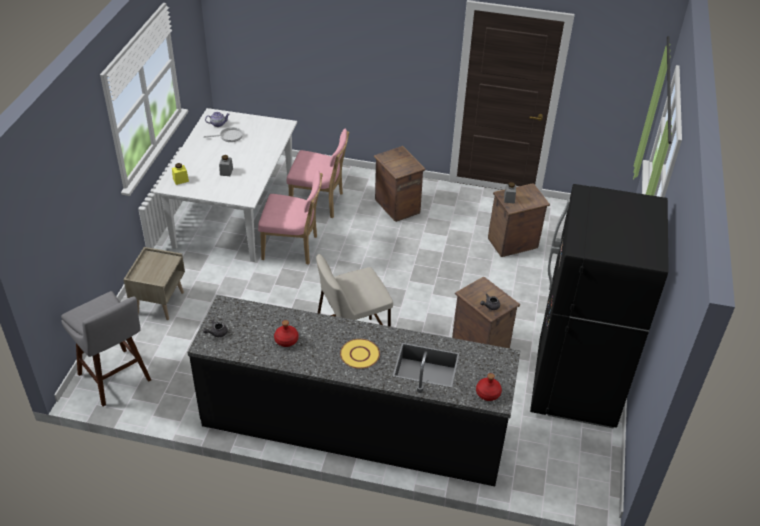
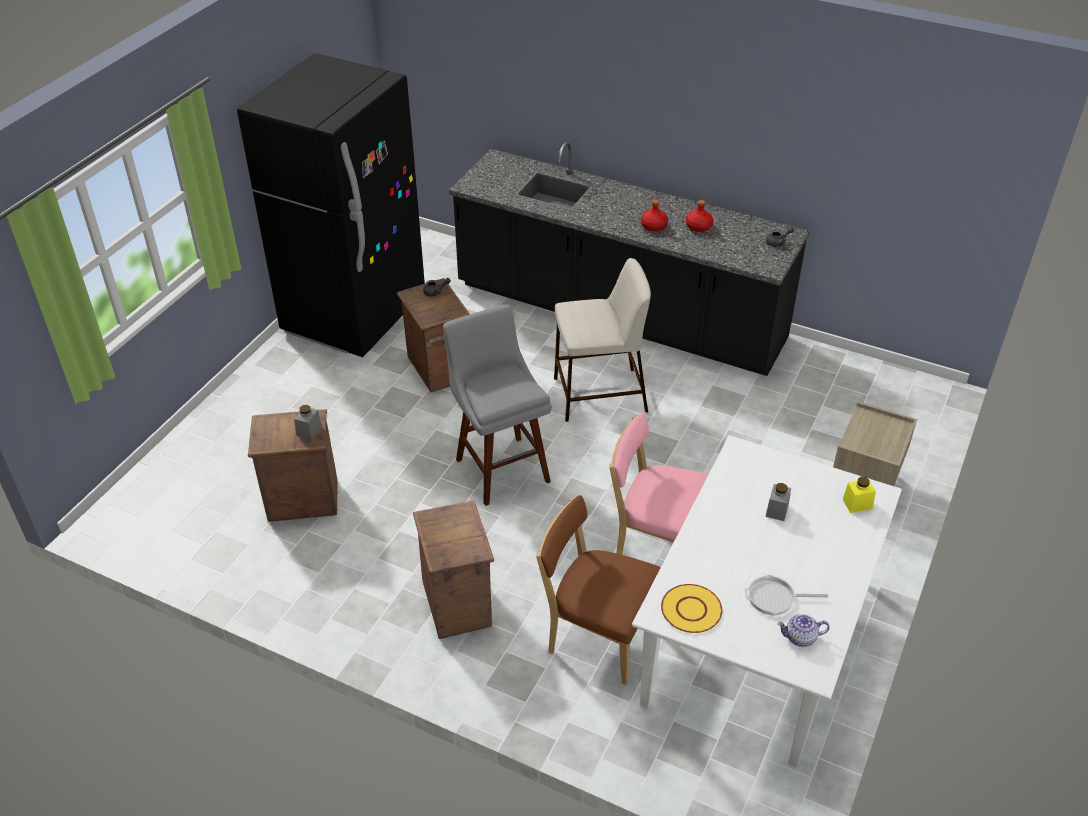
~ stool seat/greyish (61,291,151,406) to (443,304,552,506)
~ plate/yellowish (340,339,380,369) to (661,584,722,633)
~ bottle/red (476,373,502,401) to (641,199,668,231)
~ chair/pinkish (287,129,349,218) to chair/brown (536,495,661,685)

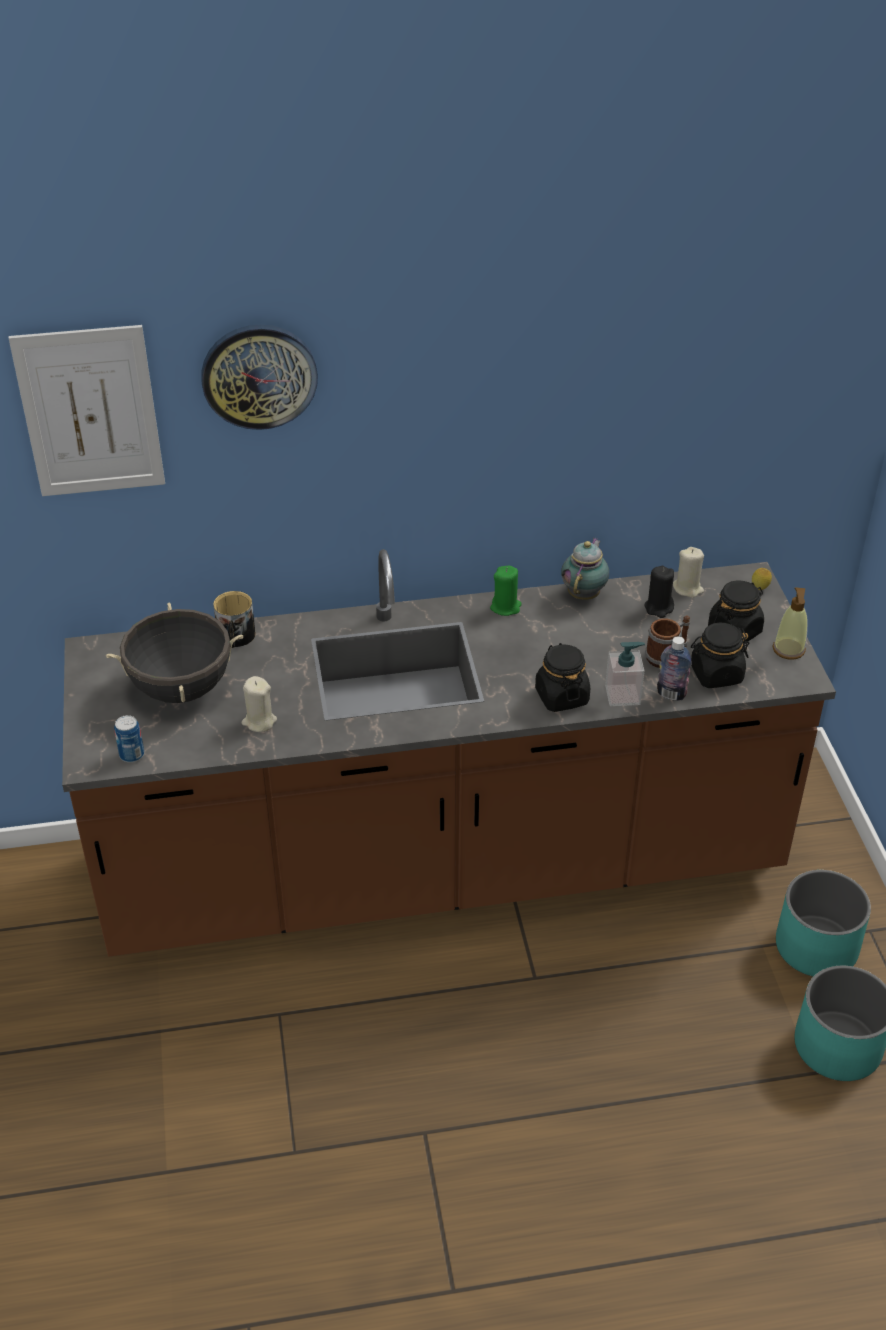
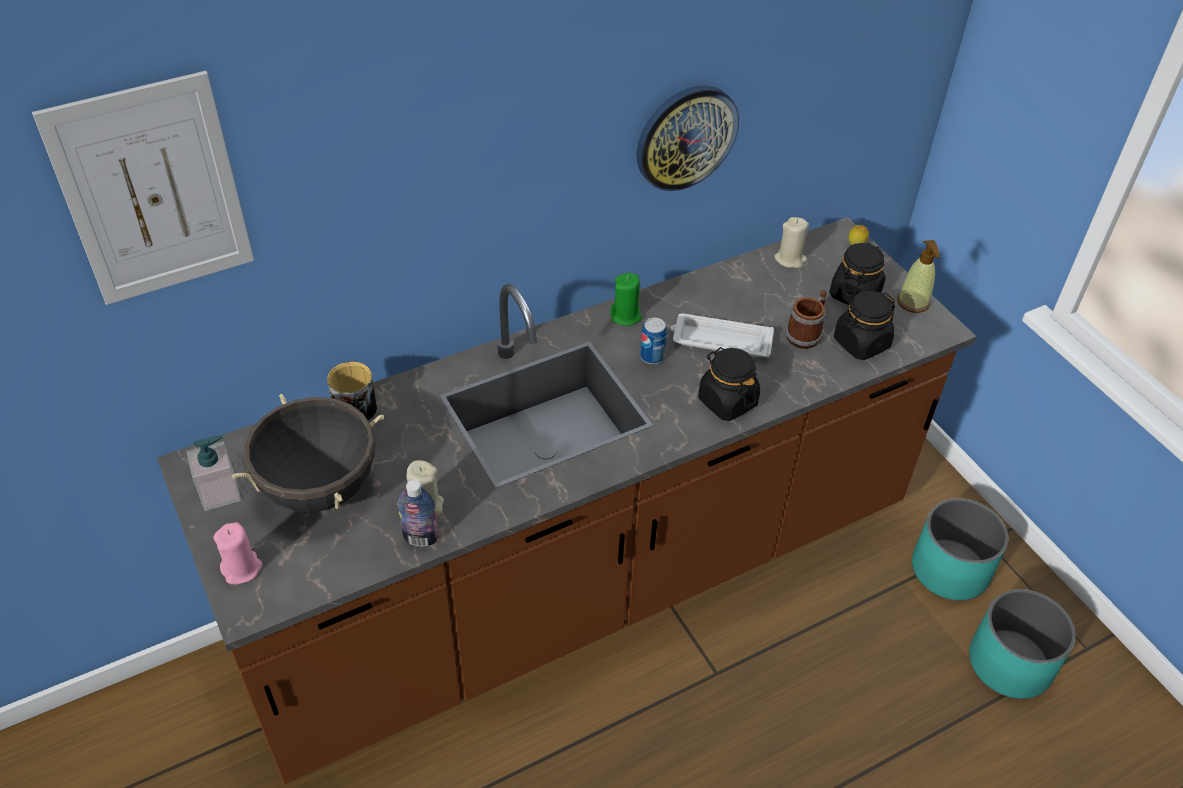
- tea pot (561,538,609,600)
- wax candle/black (644,566,674,618)
+ wax candle/pinkish (214,522,263,584)
+ tray/whitish (670,313,774,357)
~ sealed can (114,715,144,762) to (640,318,667,364)
~ clock on the wall (201,324,318,430) to (637,85,739,191)
~ soap bottle (605,642,645,706) to (187,436,241,511)
~ bottle (657,636,692,701) to (397,480,439,547)

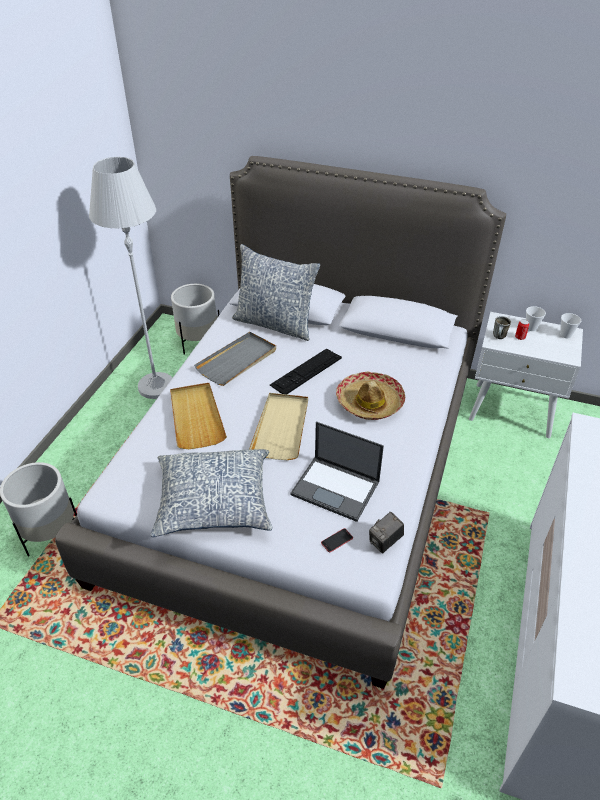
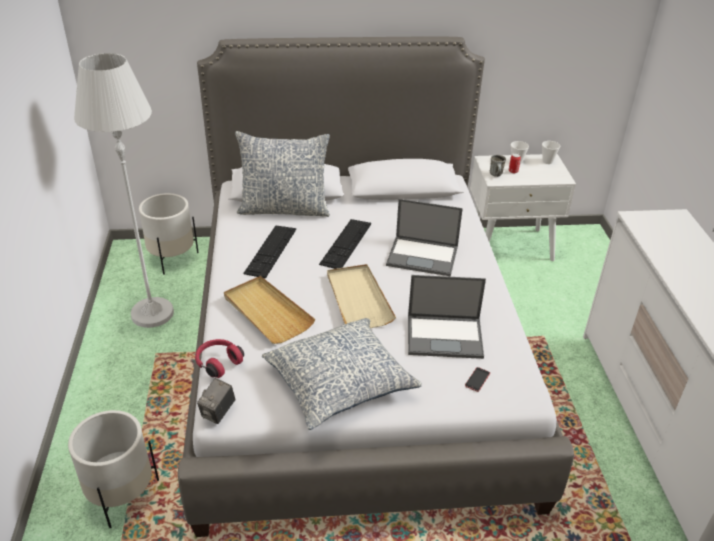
+ pair of headphones/red (195,339,244,378)
~ photo camera (369,512,404,553) to (197,378,235,424)
~ tray/greyish (194,332,276,386) to PC keyboard (243,226,296,279)
~ clothing hat (336,372,405,420) to notebook computer (386,199,463,277)

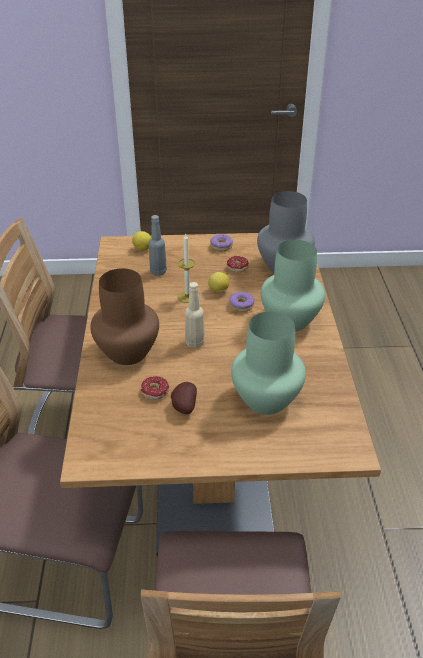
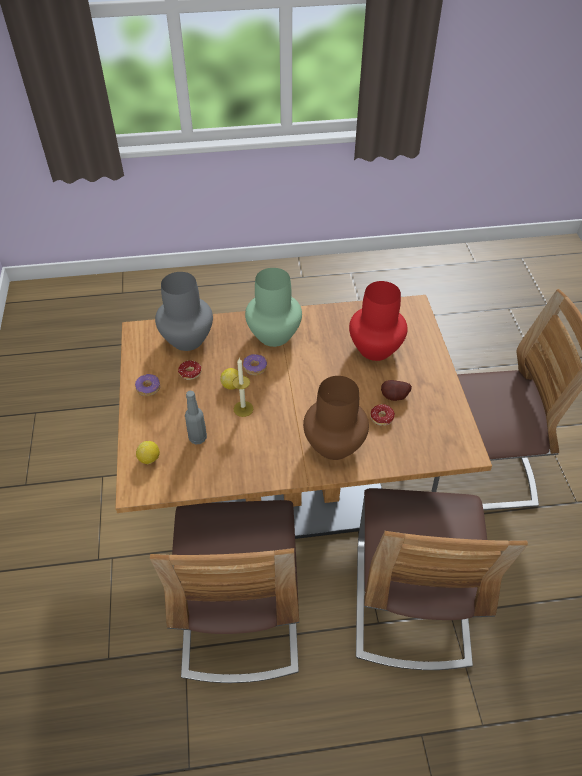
- bottle/sand-coloured (185,282,205,348)
~ vase/greenish (231,312,306,415) to vase/red (349,281,408,361)

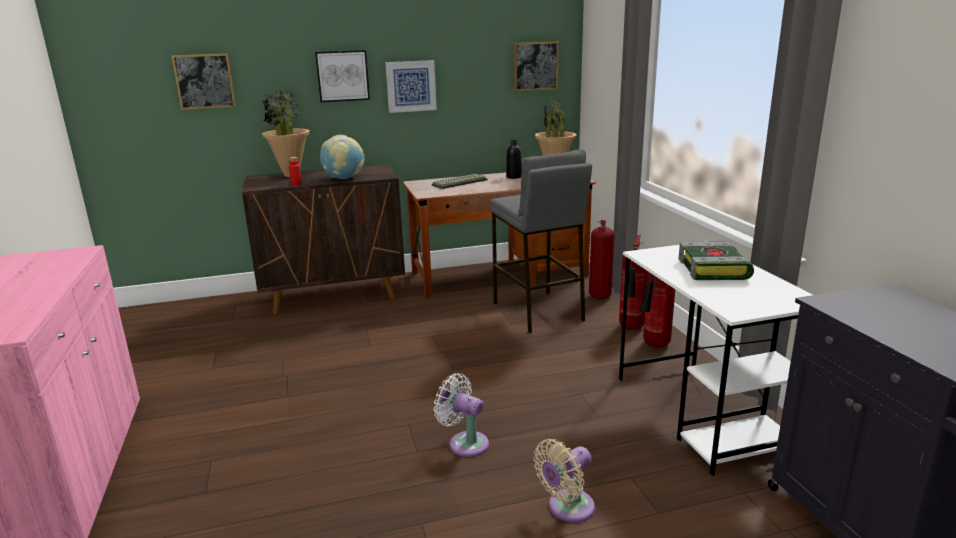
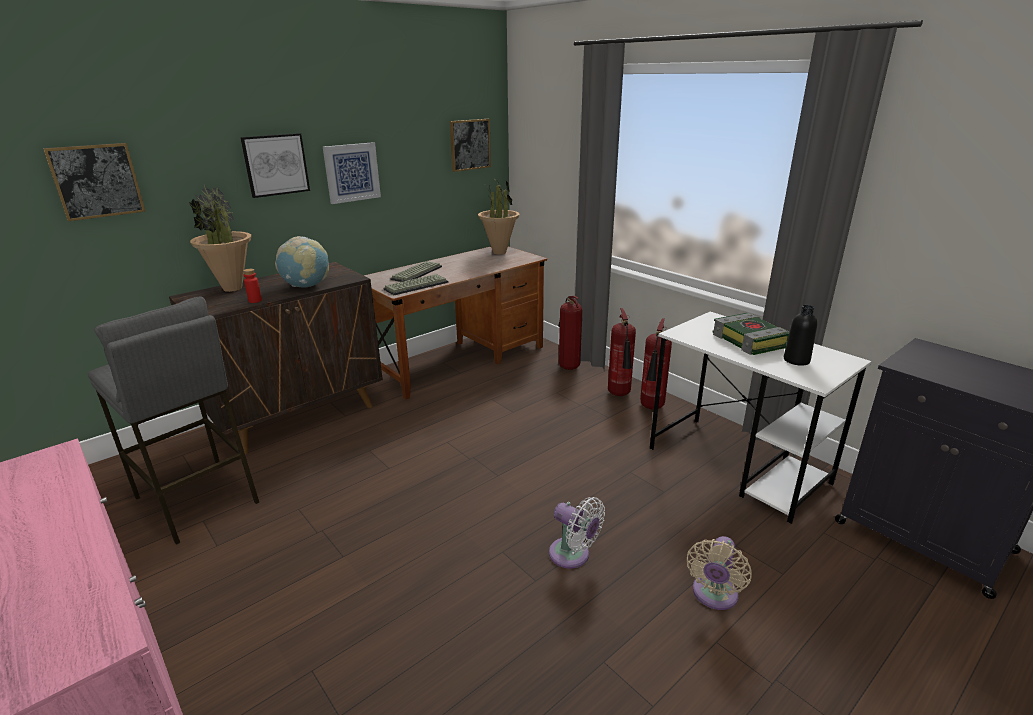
+ PC keyboard (384,274,449,295)
~ stool seat/greyish (490,149,592,333) to (88,297,259,545)
~ bottle/black (506,140,522,179) to (784,305,817,366)
~ electric fan/whitish (434,373,489,457) = (549,497,605,569) 150 degrees counterclockwise

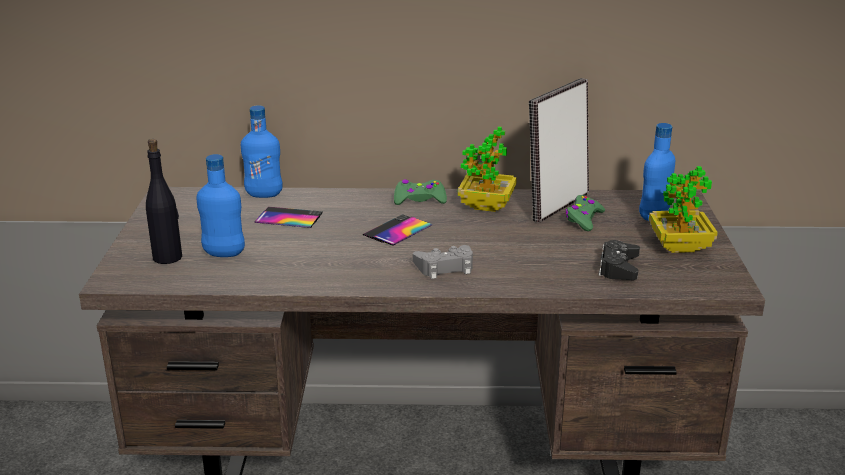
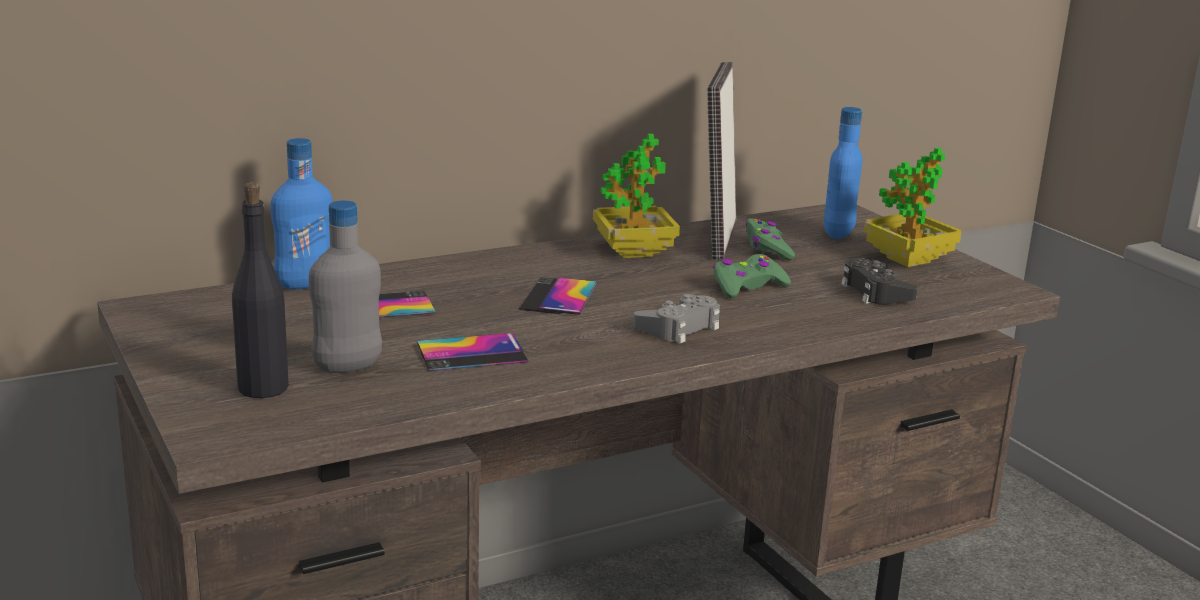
+ telephone (417,333,528,371)
~ joypad/greenish (394,180,447,205) to (713,254,791,298)
~ bottle/bluish (197,154,245,257) to bottle/greyish (309,200,382,373)

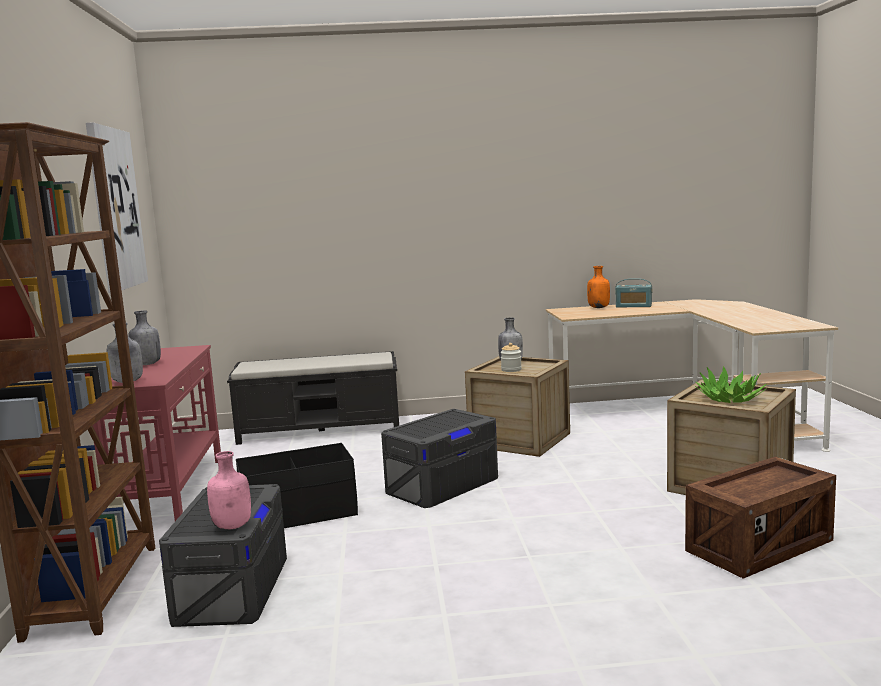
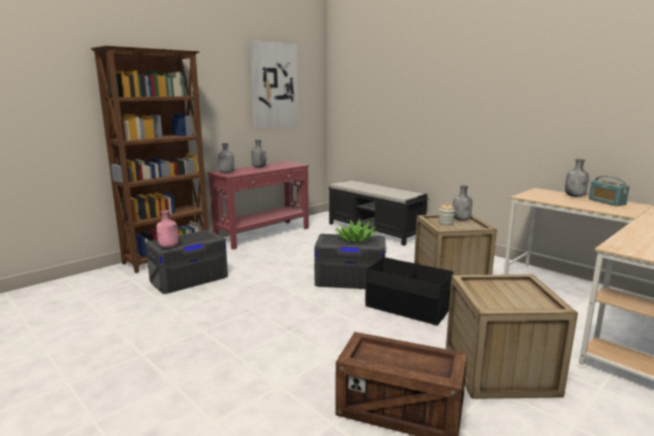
~ storage box/black (236,443,358,528) to (365,257,454,326)
~ houseplant (695,366,767,403) to (335,219,377,242)
~ bottle/orange (587,266,610,308) to bottle/greyish (565,159,589,197)

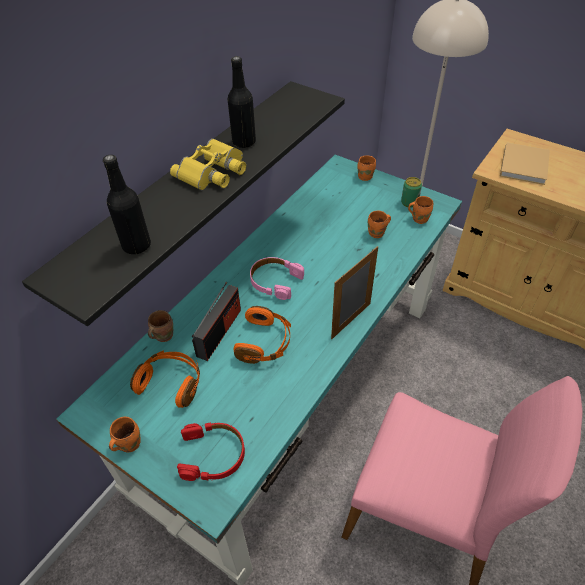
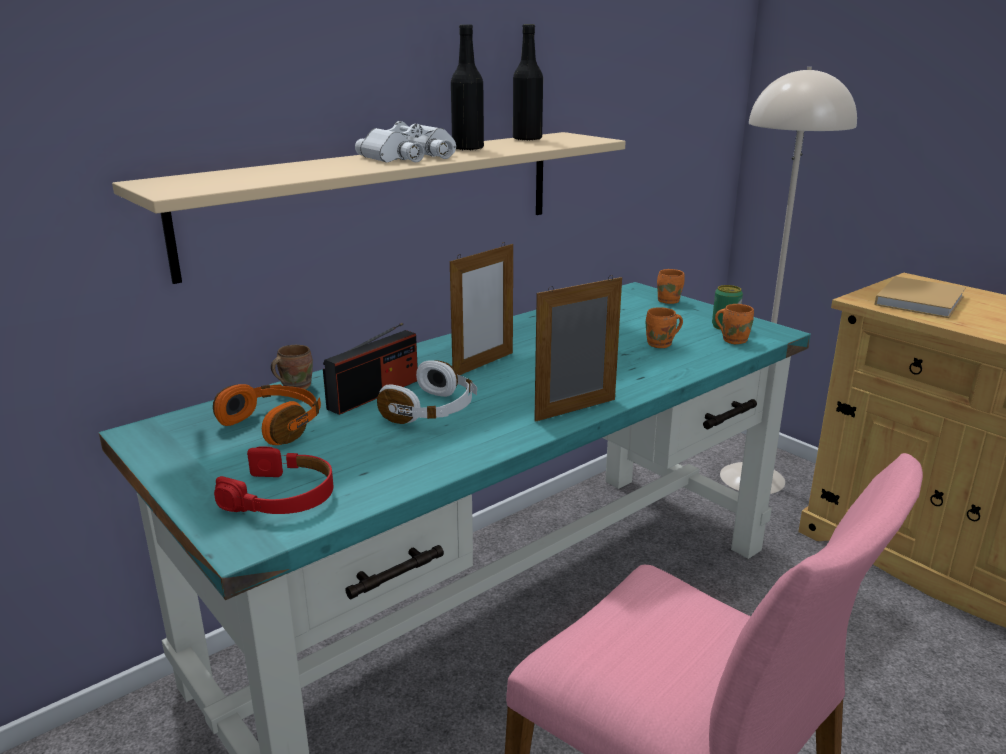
- tea mug/orange (109,417,141,452)
~ bottle/black (103,155,151,254) to (513,24,543,141)
~ pair of headphones/pinkish (250,257,304,300) to photo frame (450,242,513,375)
~ wall shelf/black (22,81,345,326) to wall shelf/sand-coloured (112,132,626,284)
~ field glasses/yellowish (170,138,246,190) to field glasses/whitish (355,121,456,162)
~ pair of headphones/orange (233,306,291,364) to pair of headphones/whitish (377,360,477,424)

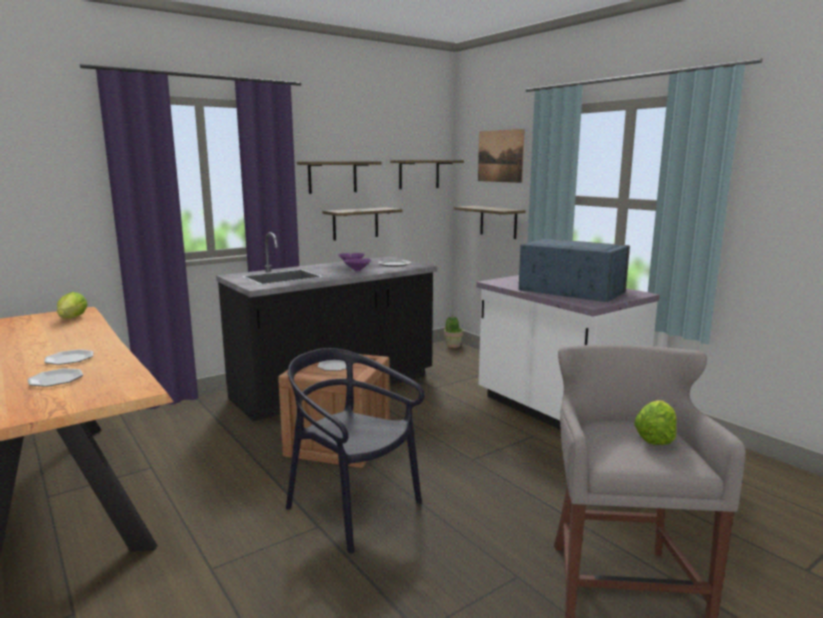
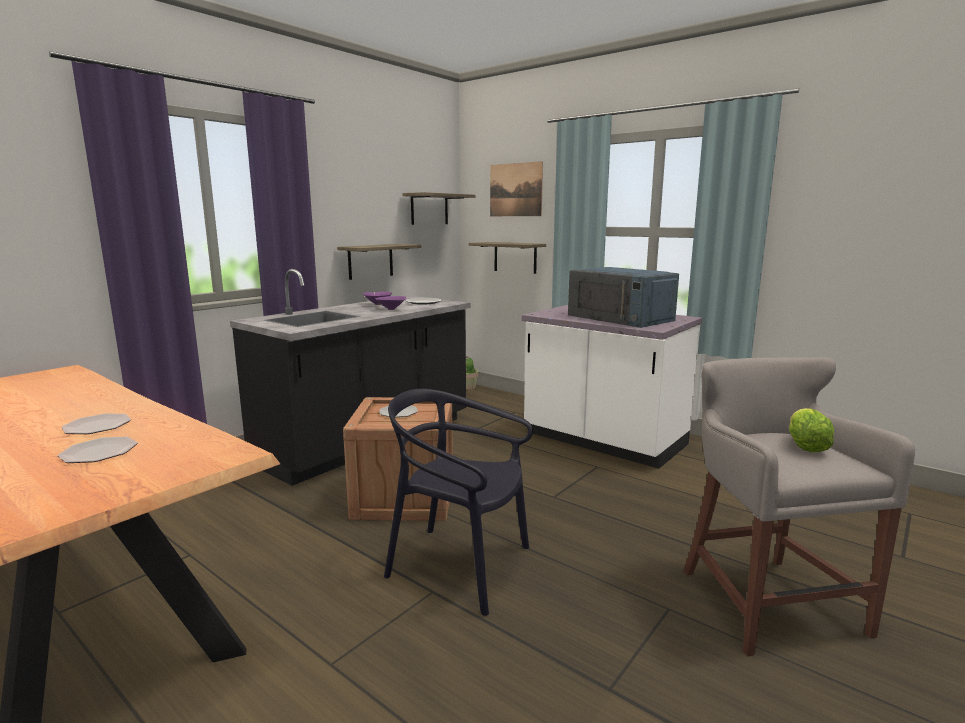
- lettuce head (57,292,88,319)
- wall shelf (297,162,381,194)
~ kitchen microwave/bluish (519,238,630,302) = (568,267,679,328) 150 degrees counterclockwise

